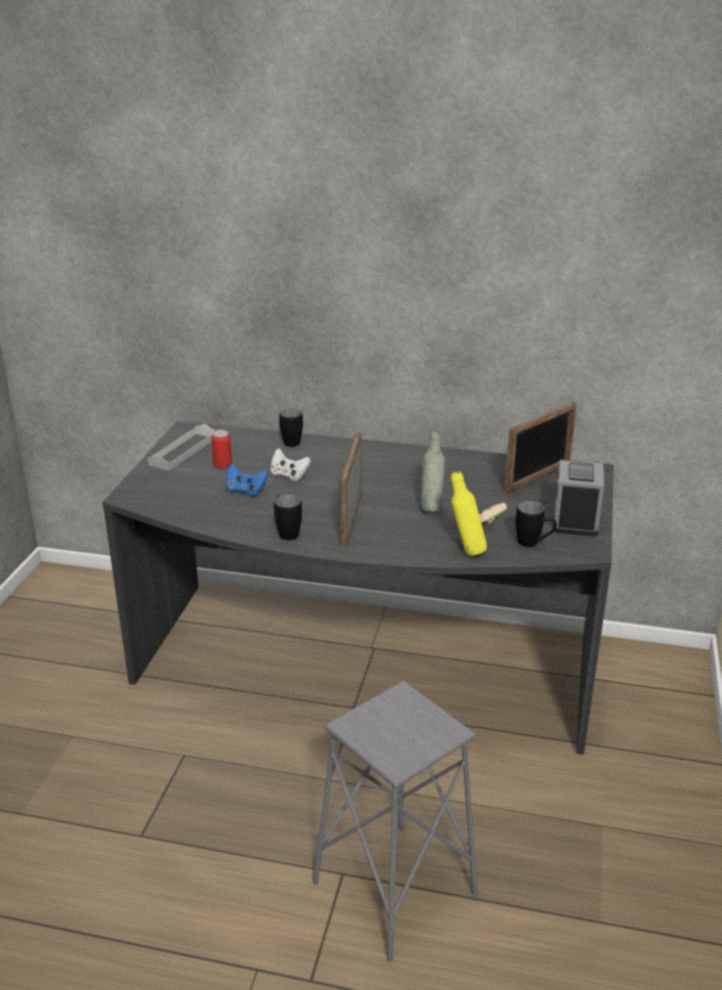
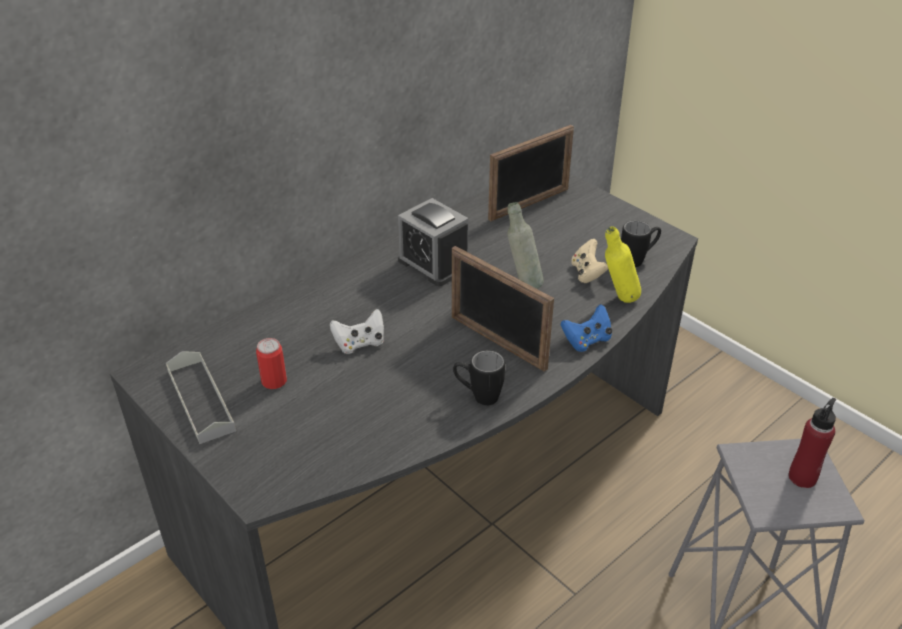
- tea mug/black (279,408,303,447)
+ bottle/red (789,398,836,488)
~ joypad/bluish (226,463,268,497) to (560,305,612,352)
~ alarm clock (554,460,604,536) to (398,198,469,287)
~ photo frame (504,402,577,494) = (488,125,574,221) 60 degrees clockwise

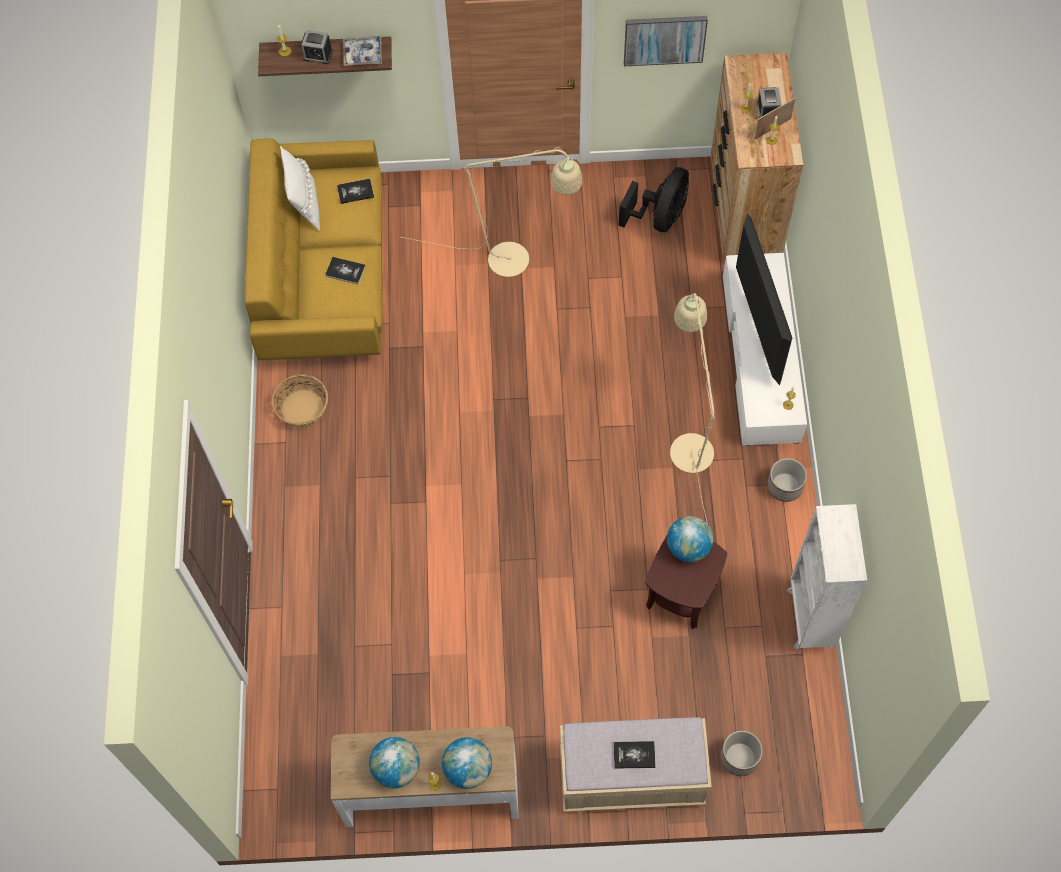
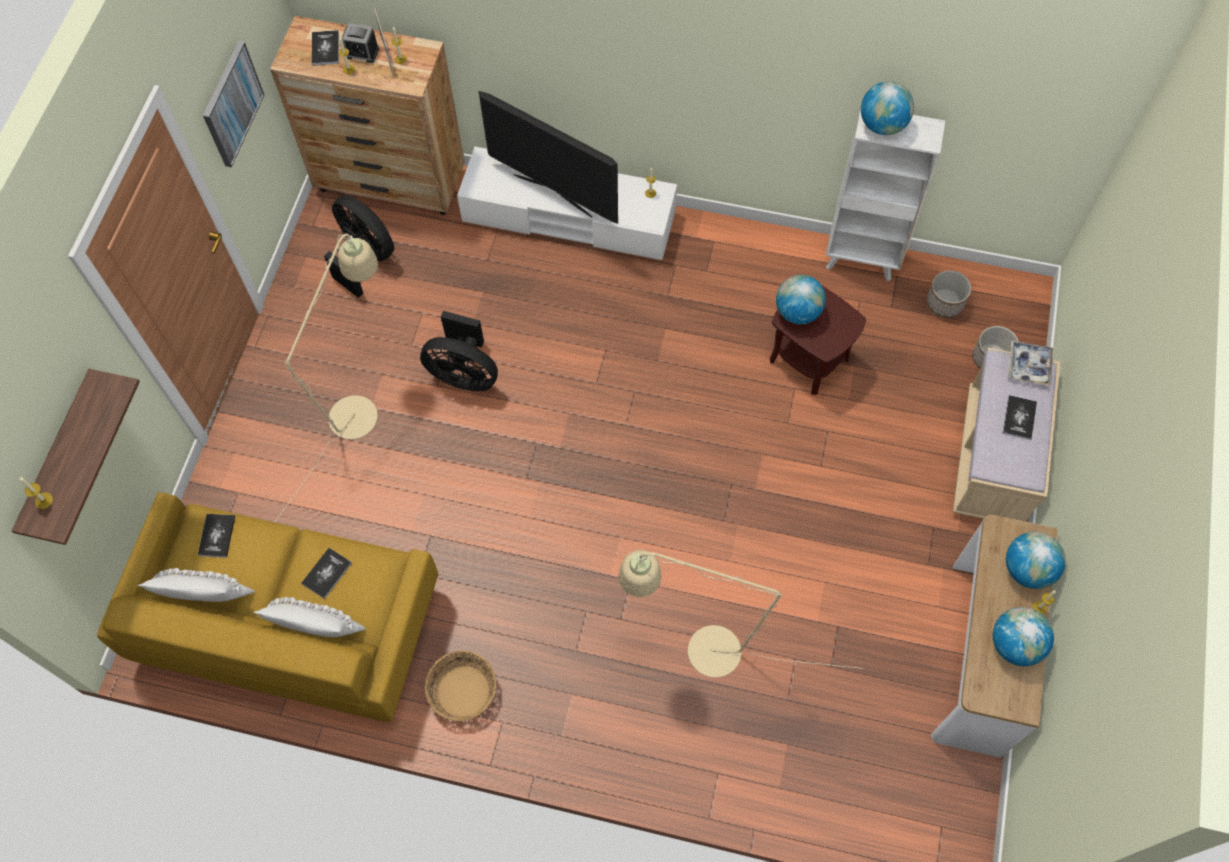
- alarm clock (301,30,333,64)
+ throw pillow/whitish (254,597,366,637)
+ volume (312,30,339,66)
+ electric fan/black (420,311,498,391)
+ globe (861,81,914,135)
~ tray (343,35,382,66) to (1008,341,1053,386)
~ standing lamp/sand-coloured (670,293,715,524) to (618,550,863,677)
~ flower pot (767,458,807,502) to (926,270,971,318)
~ TV set (736,213,792,385) = (479,91,618,224) 150 degrees counterclockwise

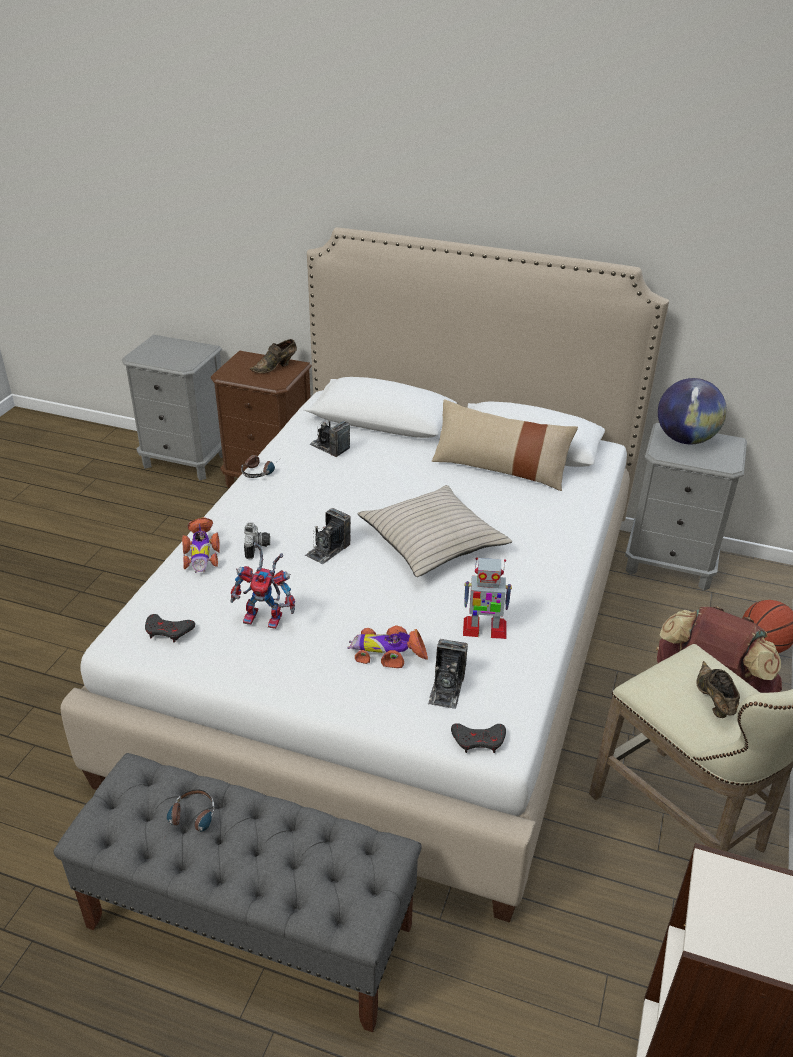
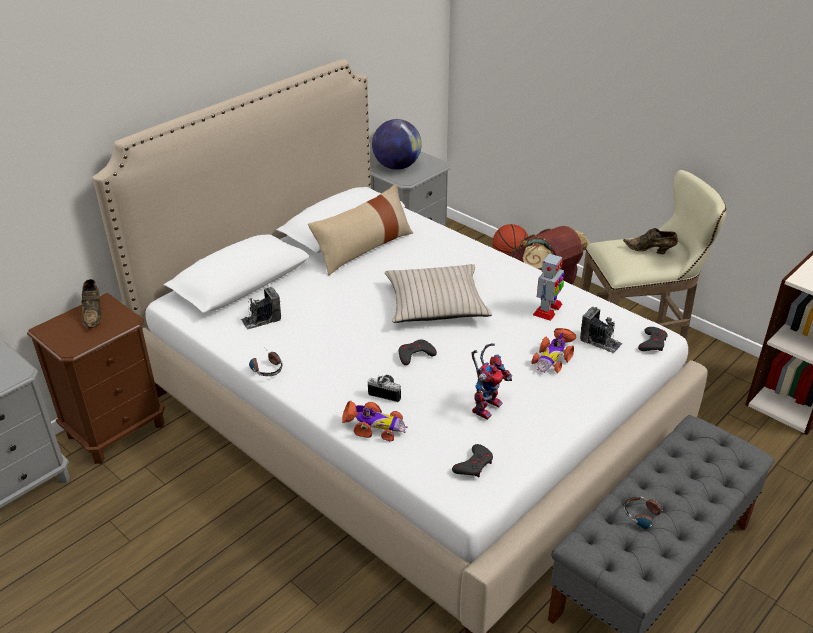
~ photo camera (305,508,351,564) to joypad/greyish (399,340,437,365)

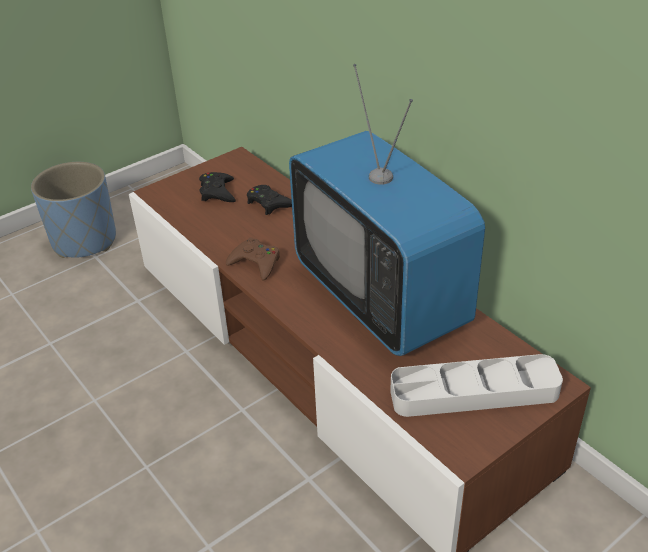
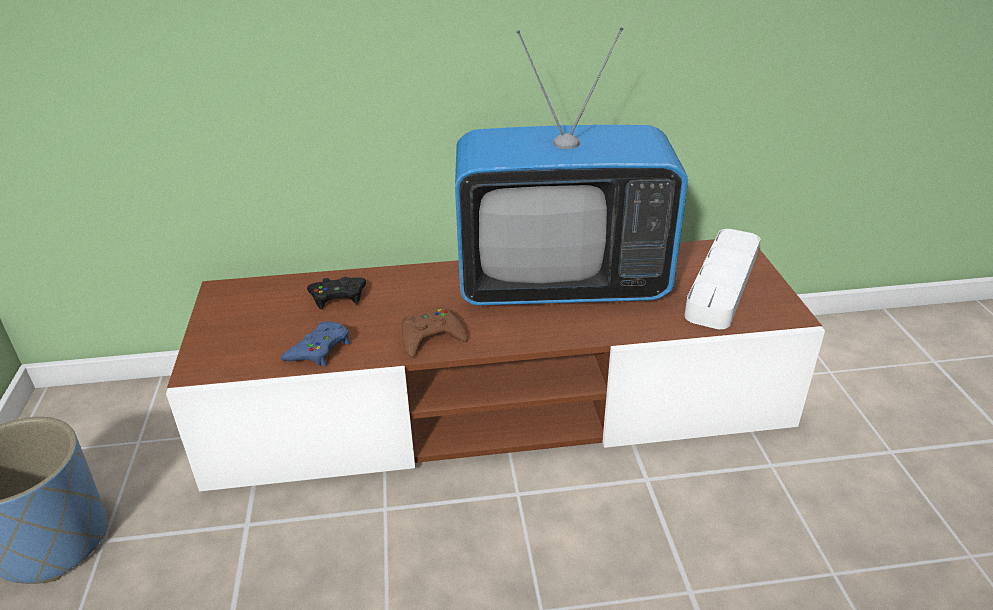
- joypad/black (199,172,236,202)
+ joypad/bluish (281,321,350,366)

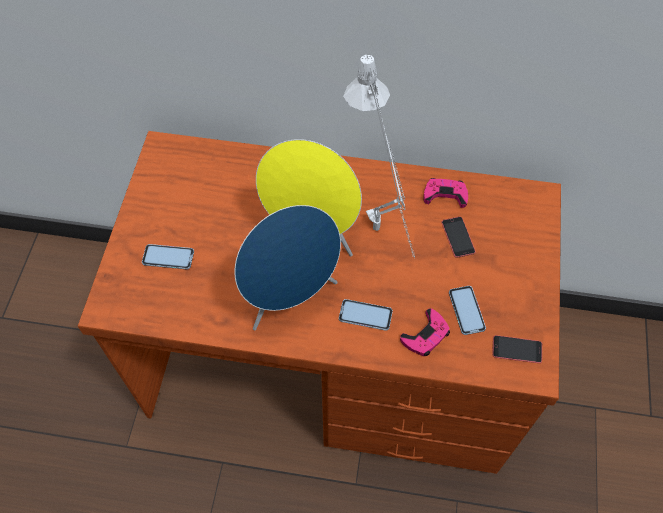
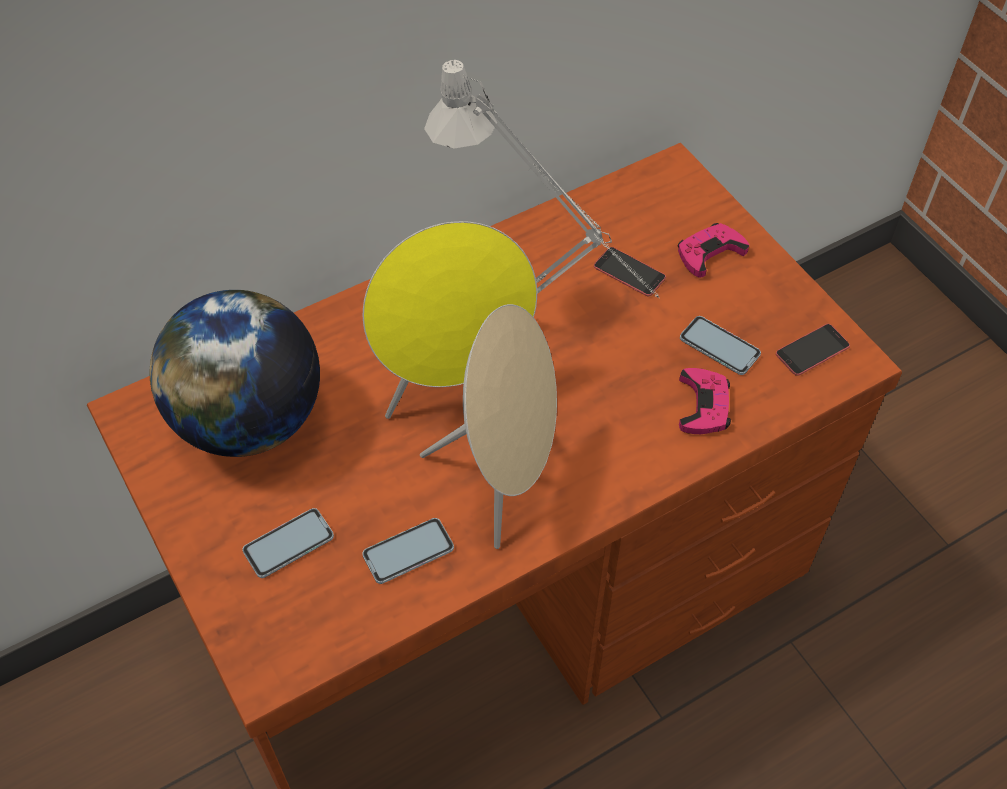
+ globe (150,290,320,457)
~ telephone (339,299,393,331) to (362,518,454,584)
~ joypad/pinkish (423,178,468,208) to (678,223,749,277)
~ loudspeaker/bluish (235,205,341,330) to loudspeaker/sand-coloured (420,304,557,549)

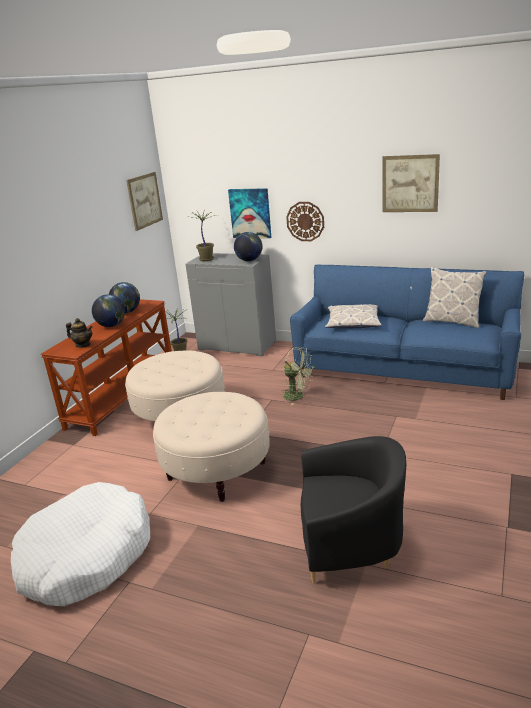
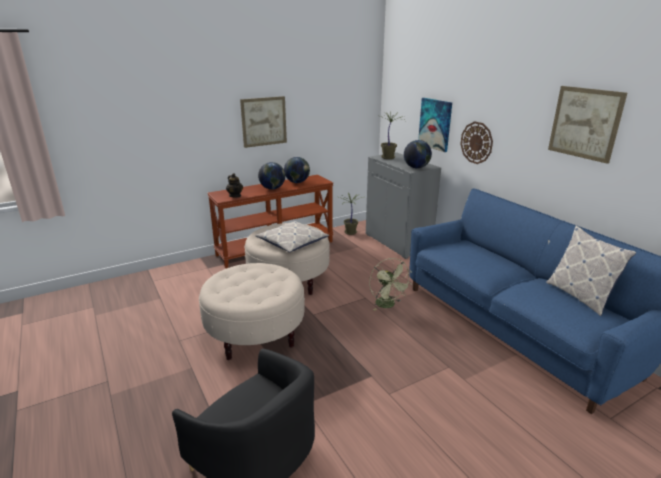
- dog bed/whitish (11,482,150,606)
~ picture (126,172,163,231) to (240,96,287,148)
~ throw pillow (325,304,382,329) to (255,221,329,253)

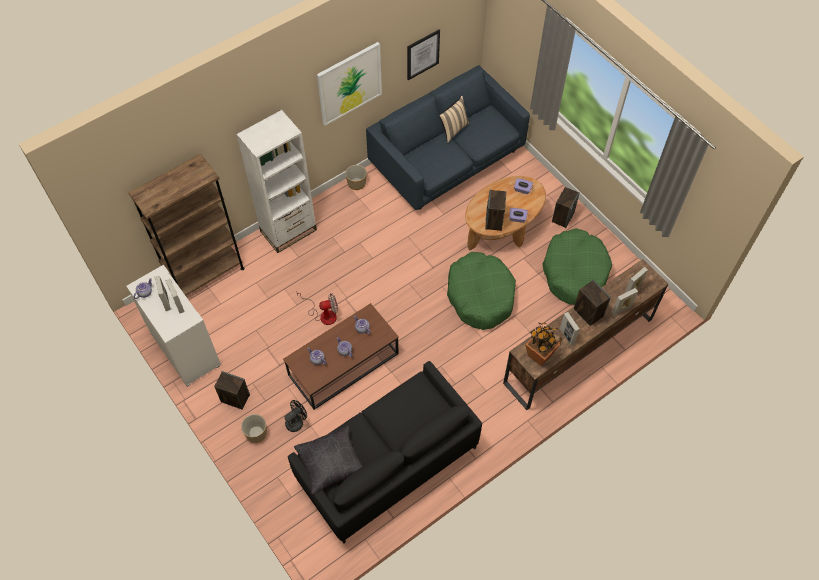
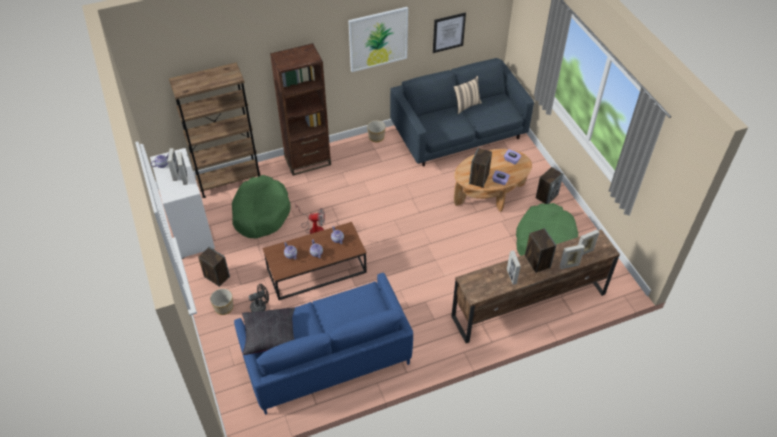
- houseplant (525,323,562,366)
~ dog bed/greenish (447,252,516,330) to (232,175,291,238)
~ bookcase/whitish (237,110,317,253) to bookcase/brown (270,43,331,176)
~ couch/black (288,361,482,544) to couch/bluish (234,273,413,415)

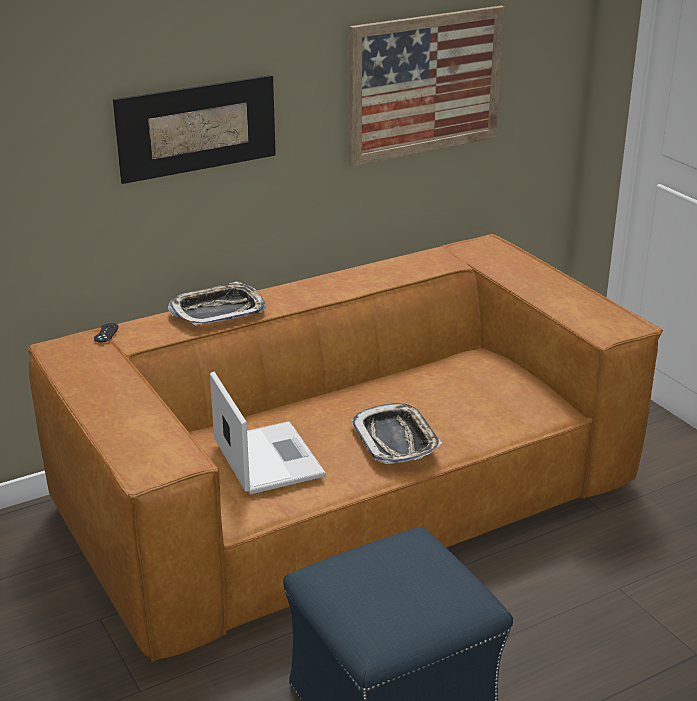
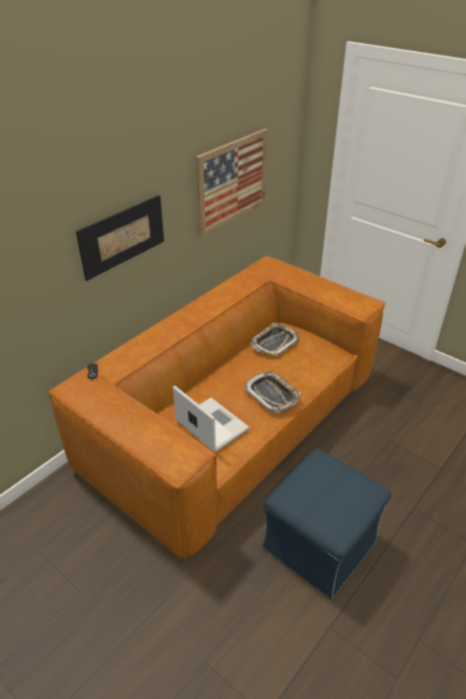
~ tray (168,282,267,326) to (251,323,299,356)

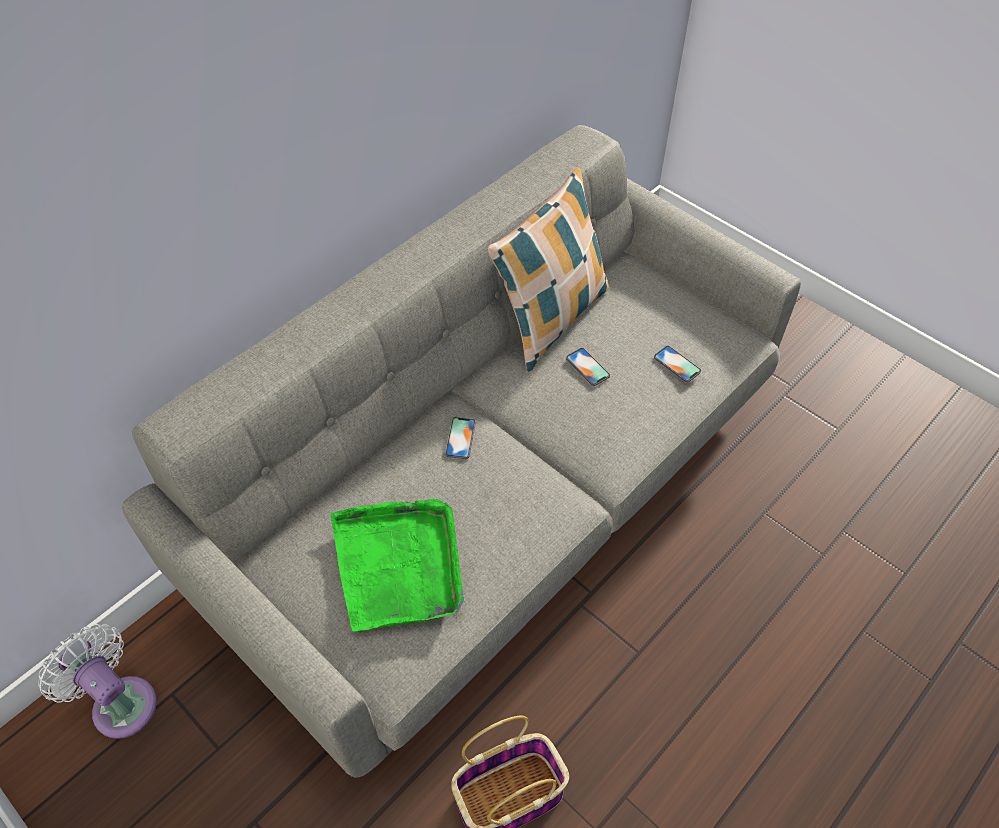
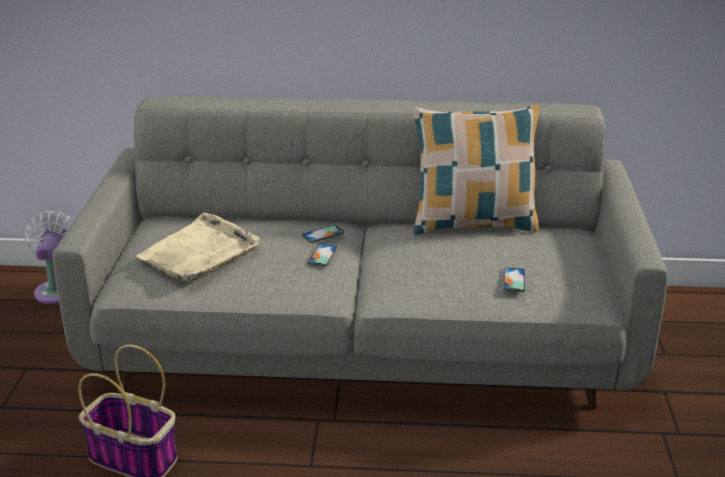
~ telephone (566,348,610,386) to (308,244,338,267)
~ tray/greenish (331,499,464,631) to tray/sand-coloured (136,213,259,282)

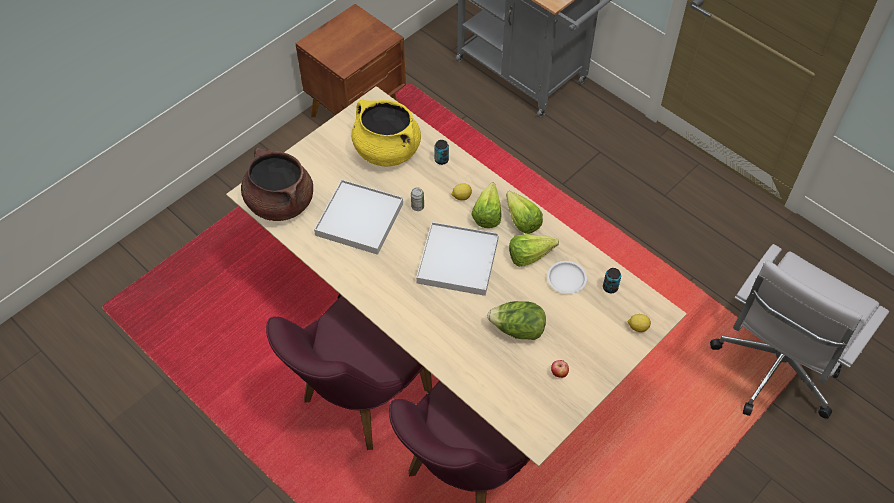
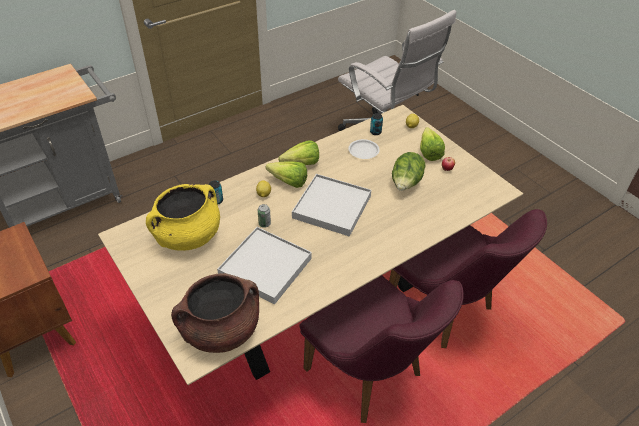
~ lettuce head (509,234,559,267) to (420,127,445,161)

